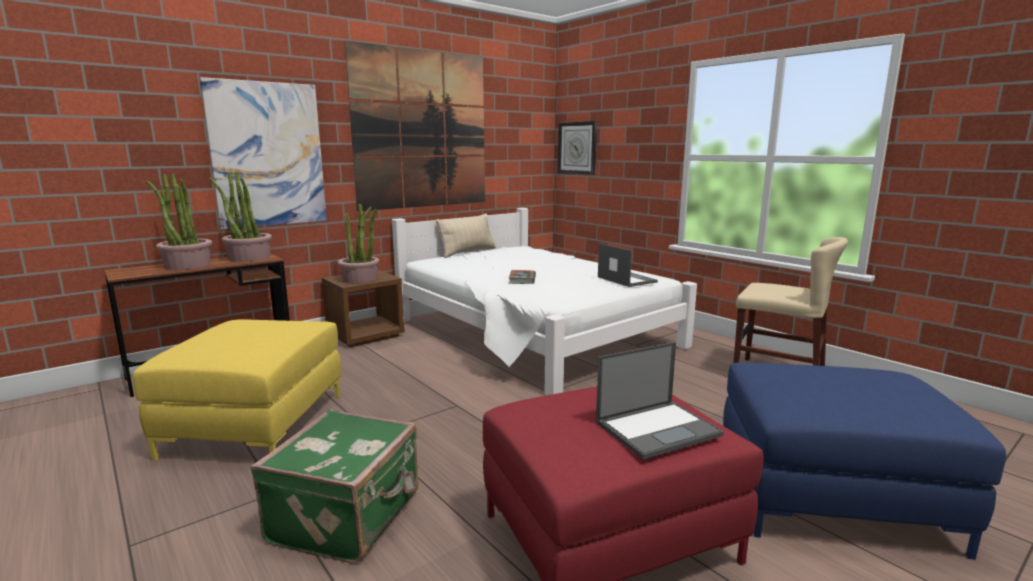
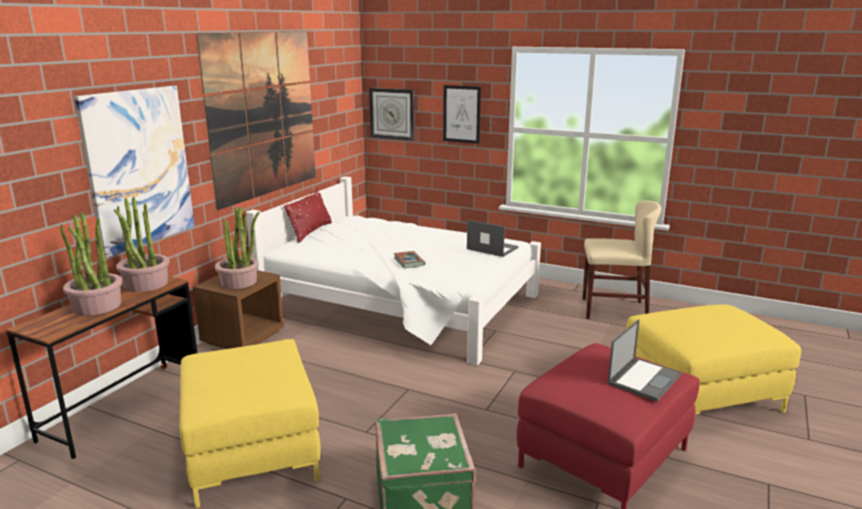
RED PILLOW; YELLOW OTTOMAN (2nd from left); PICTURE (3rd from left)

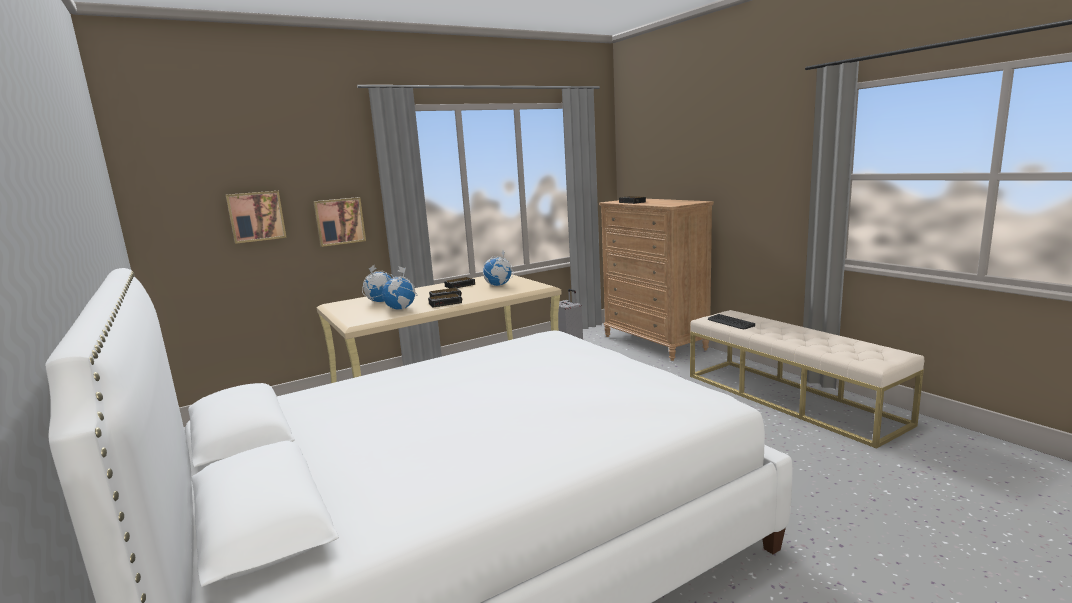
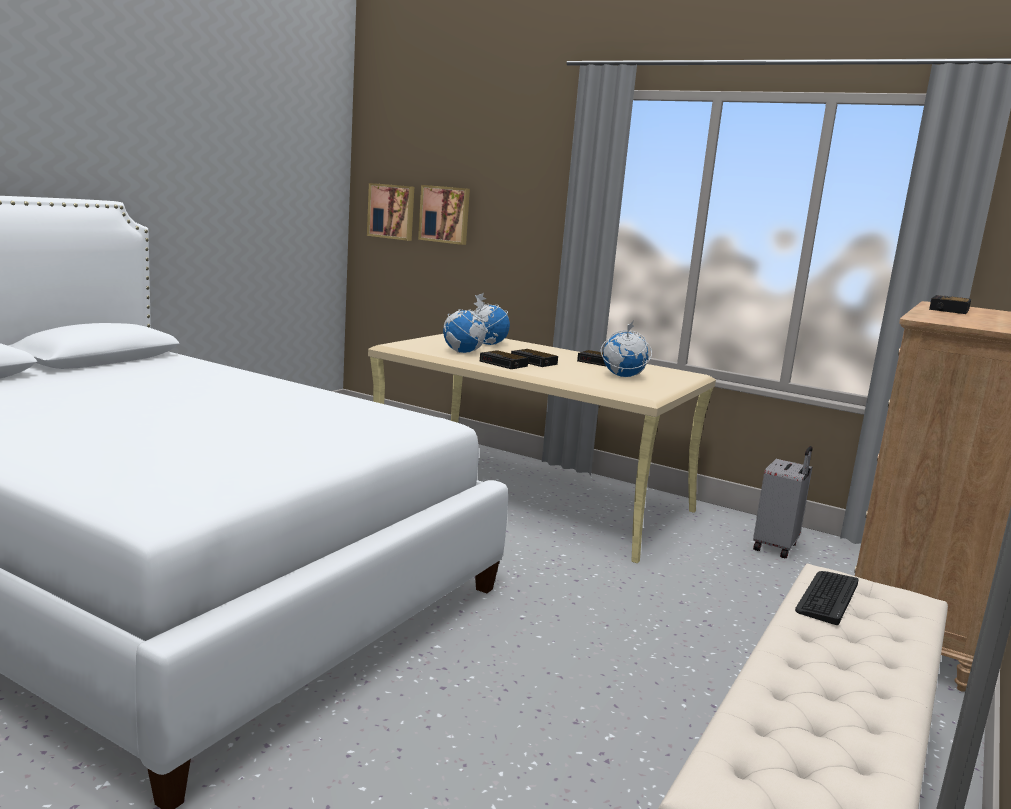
PICTURE (1st from left)

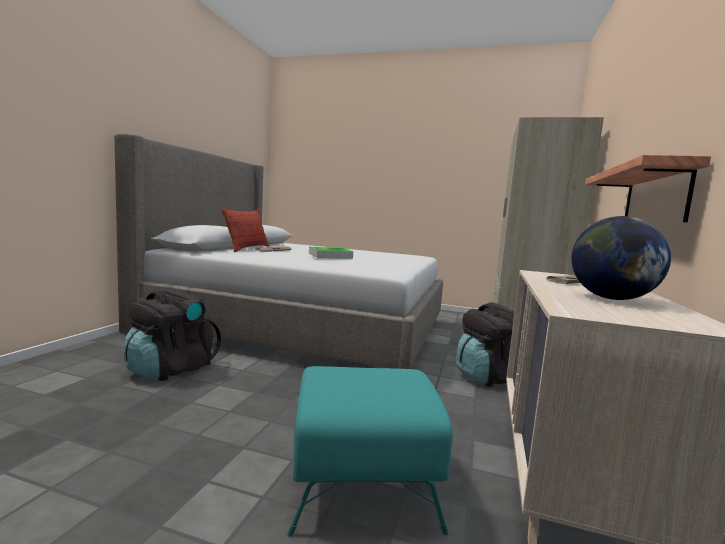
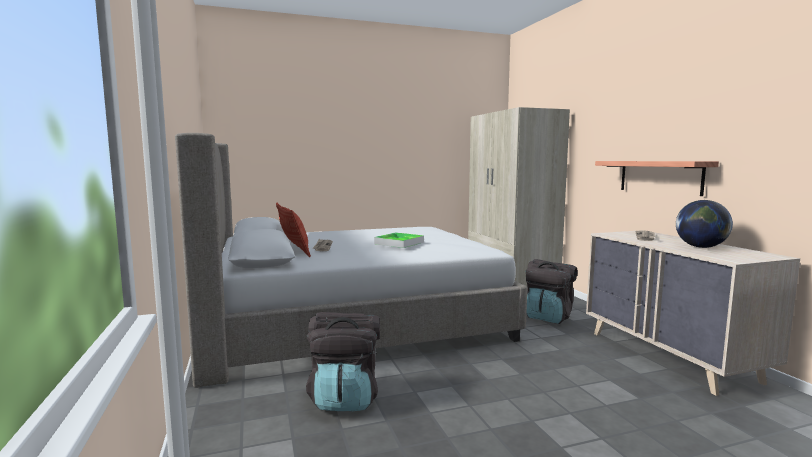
TURQUOISE OTTOMAN

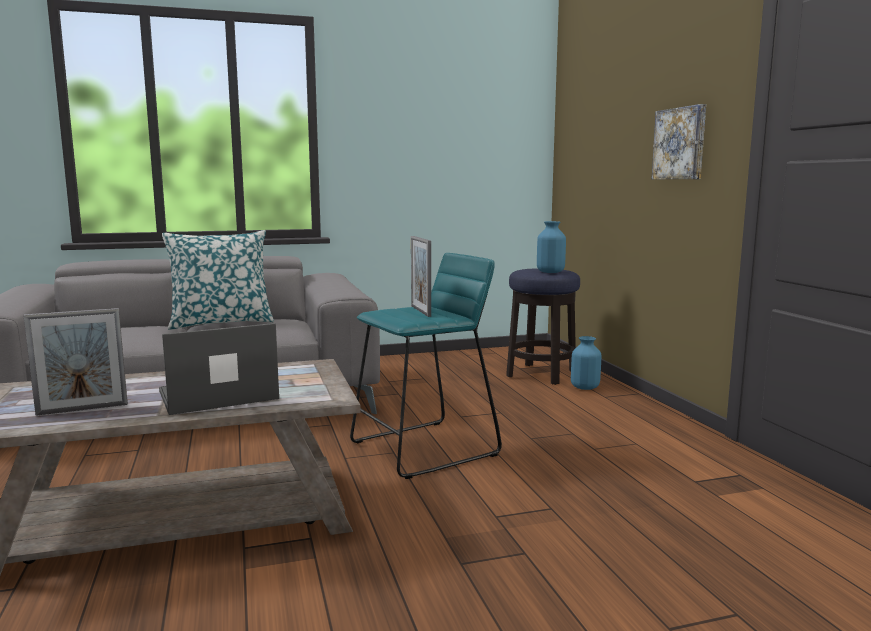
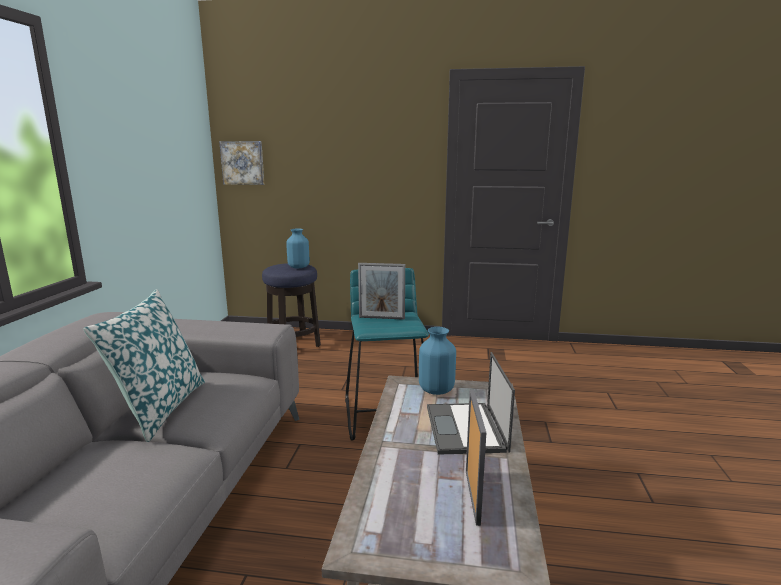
PICTURE; BLUE VASE (2nd from left)

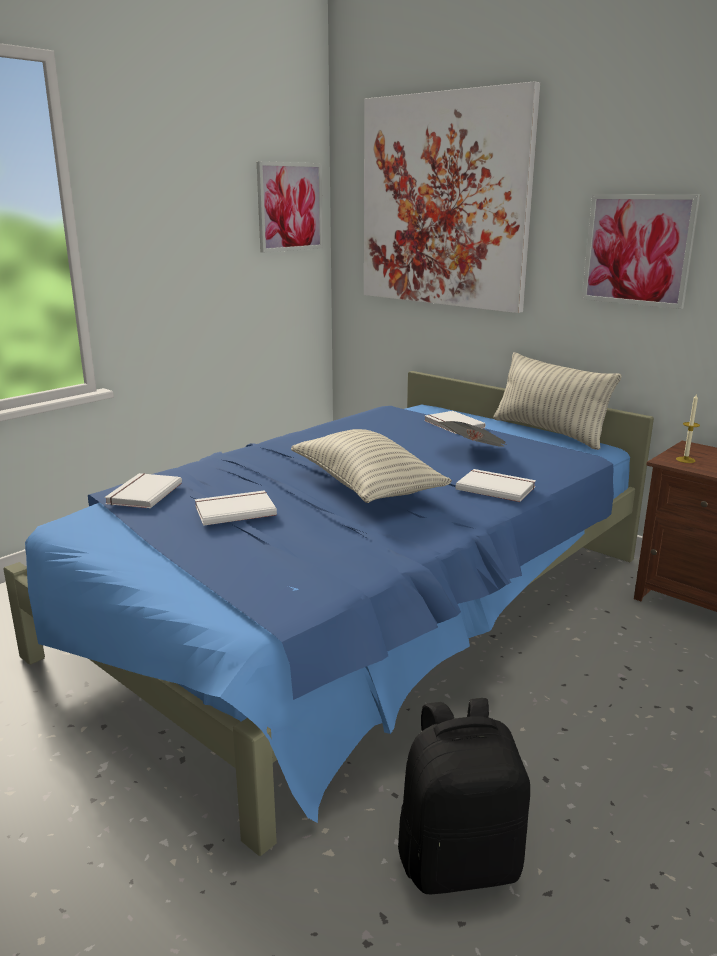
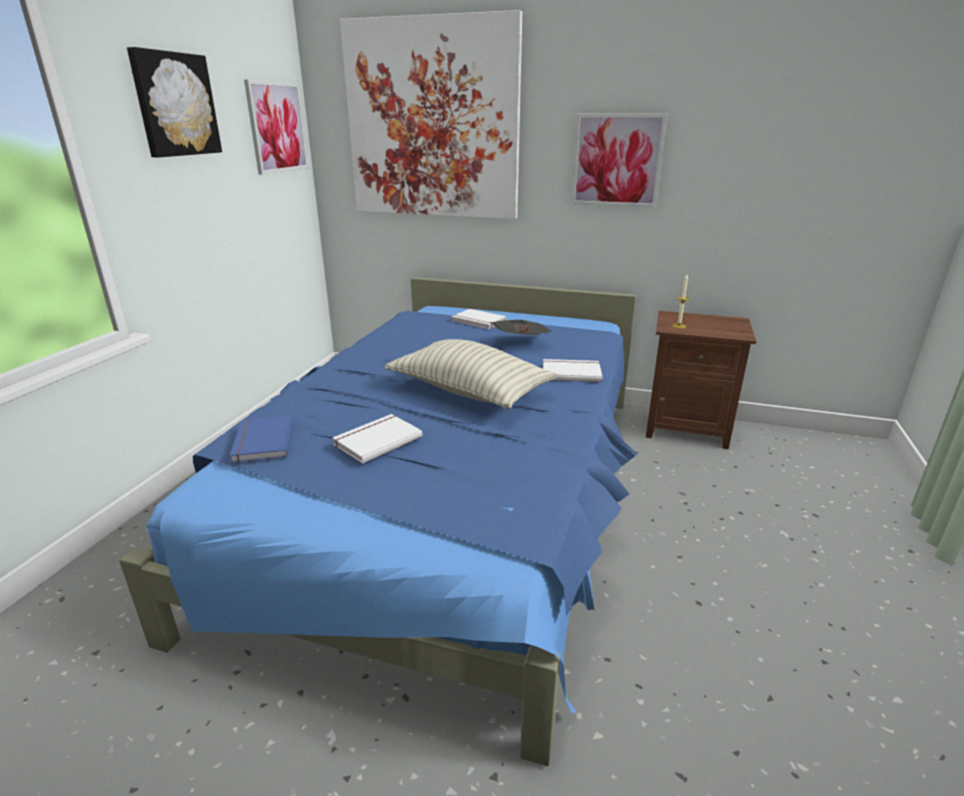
PILLOW (2nd from left in the first image); BLUE BOOK; BLACK BACKPACK; PICTURE (1st from left)

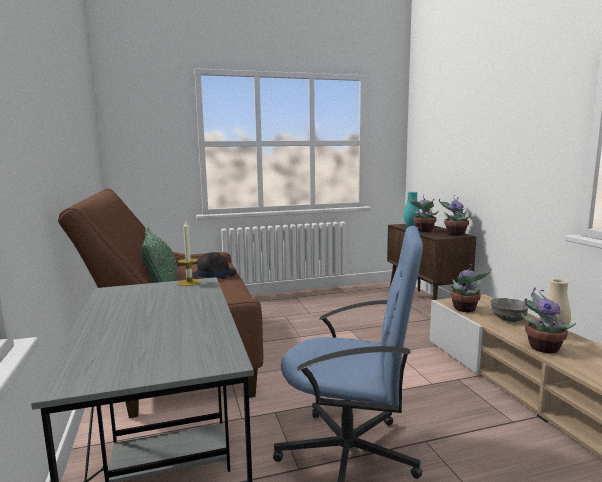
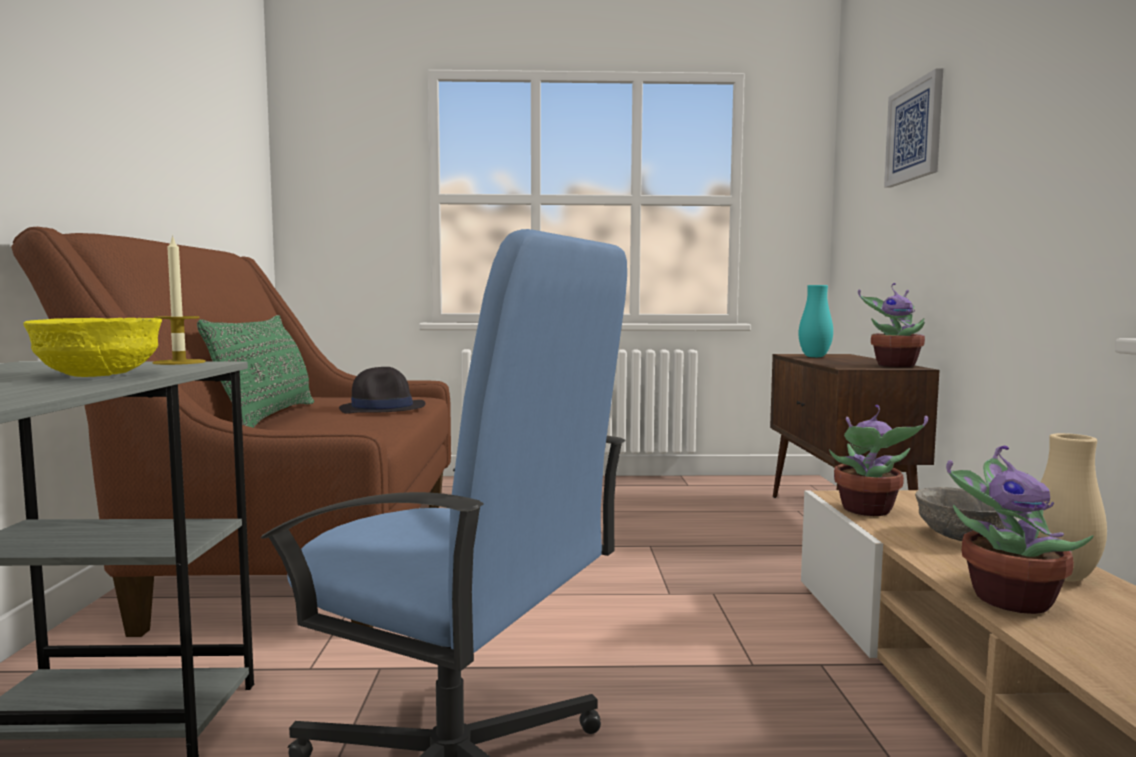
POTTED PLANT (1st from left in the first image); PICTURE; YELLOW BOWL

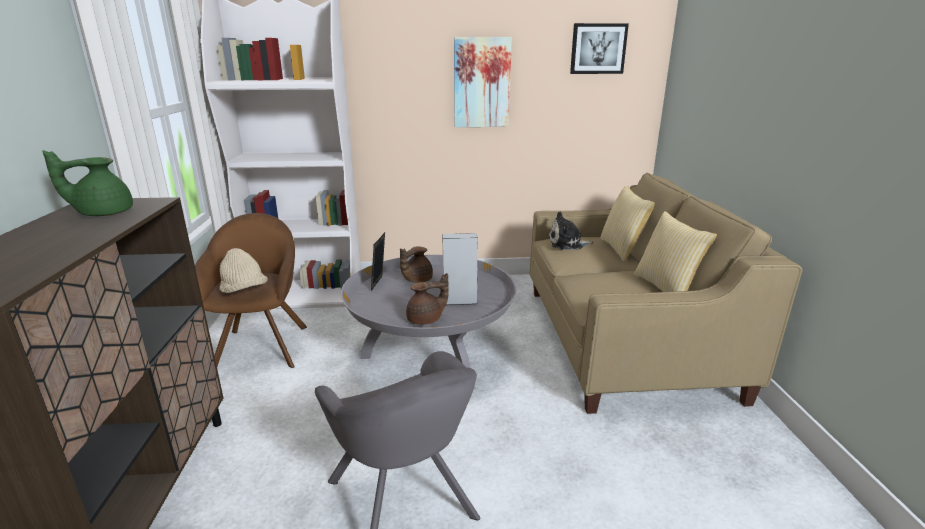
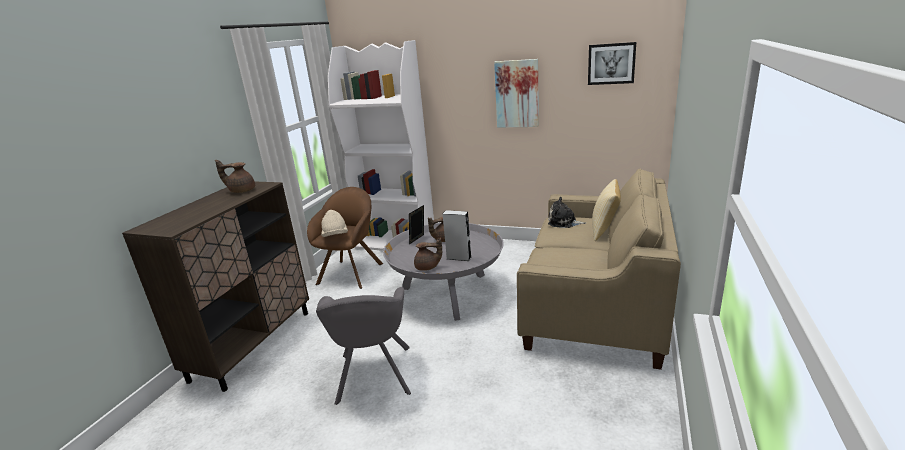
BROWN TEAPOT (1st from left); PILLOW (2nd from left in the first image)

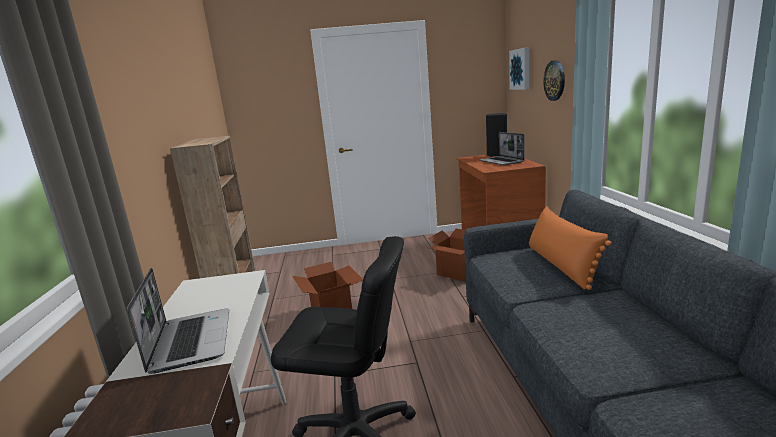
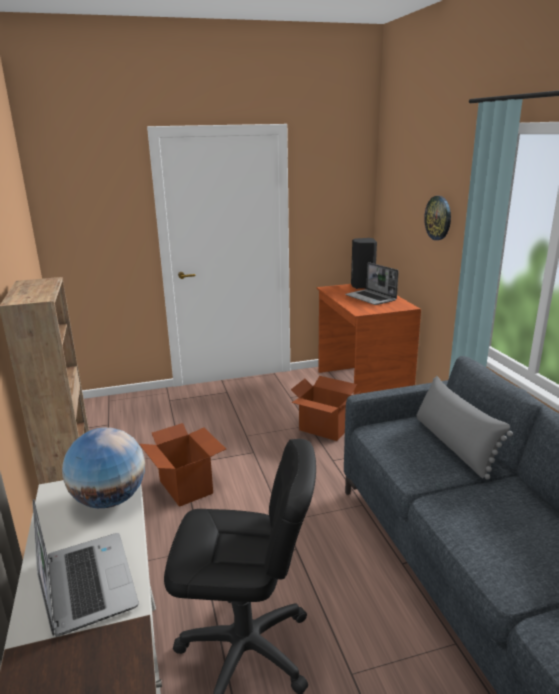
PICTURE; GREY PILLOW; GLOBE

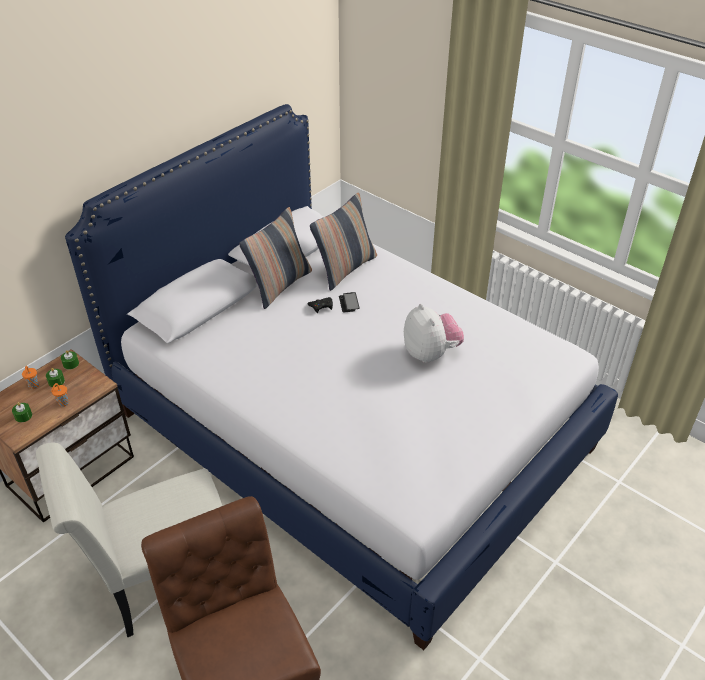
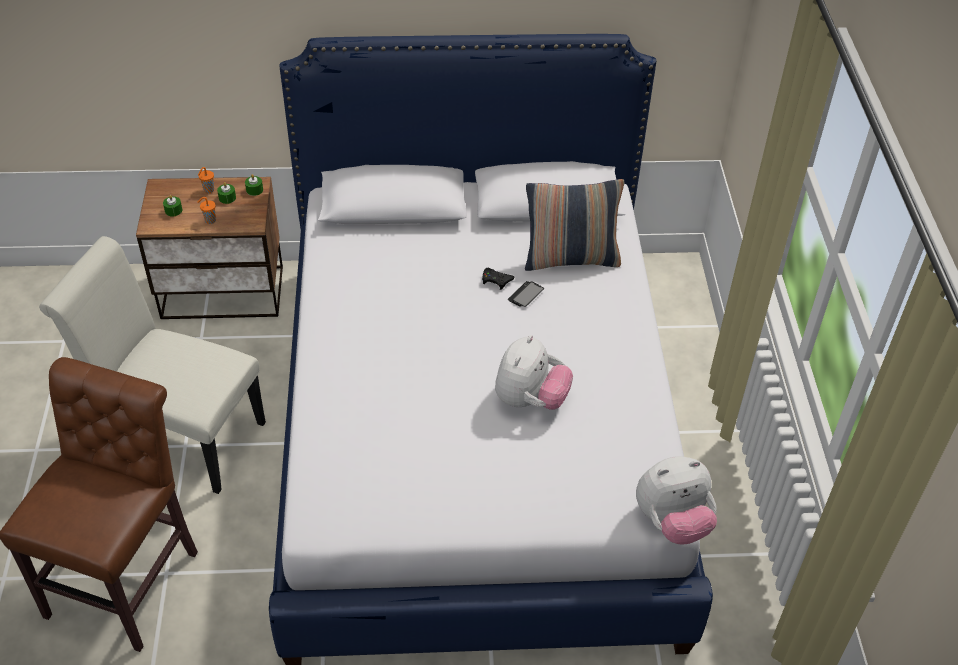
PILLOW (1st from left in the first image); PLUSH TOY (2nd from left)

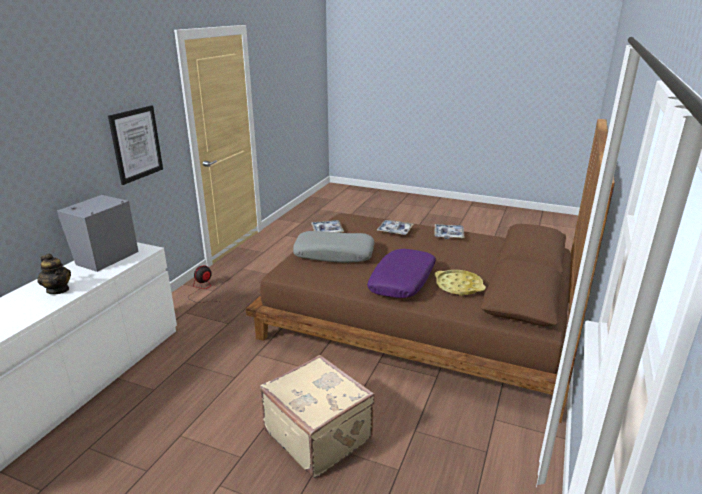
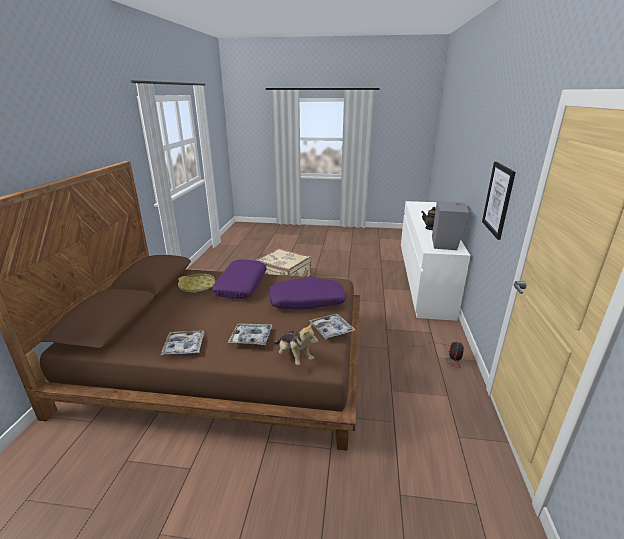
PURPLE PILLOW (2nd from left); PLUSH TOY

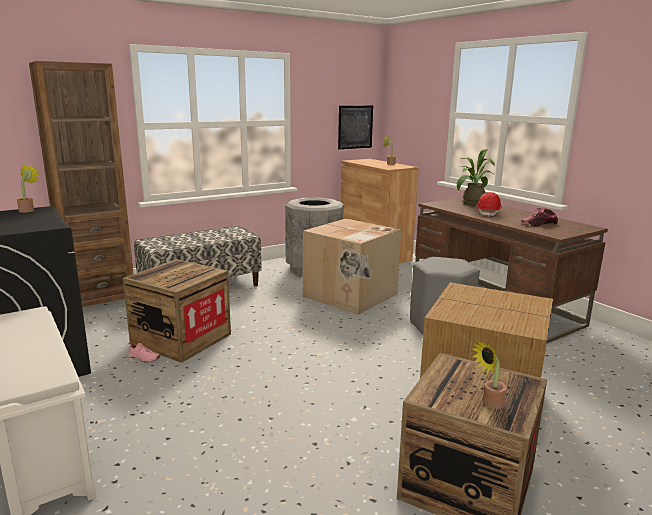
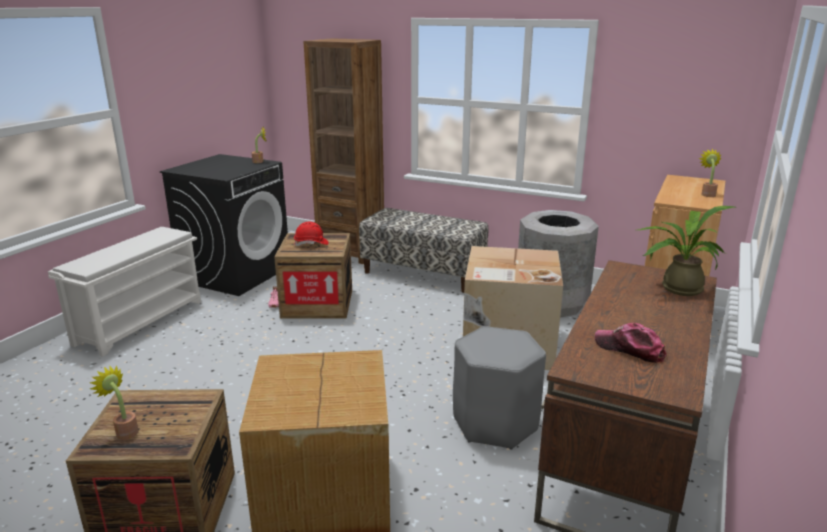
PICTURE; RED HARD HAT

